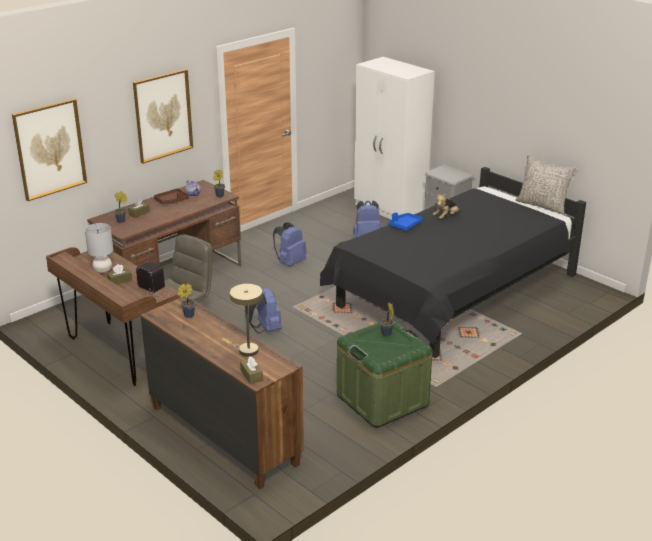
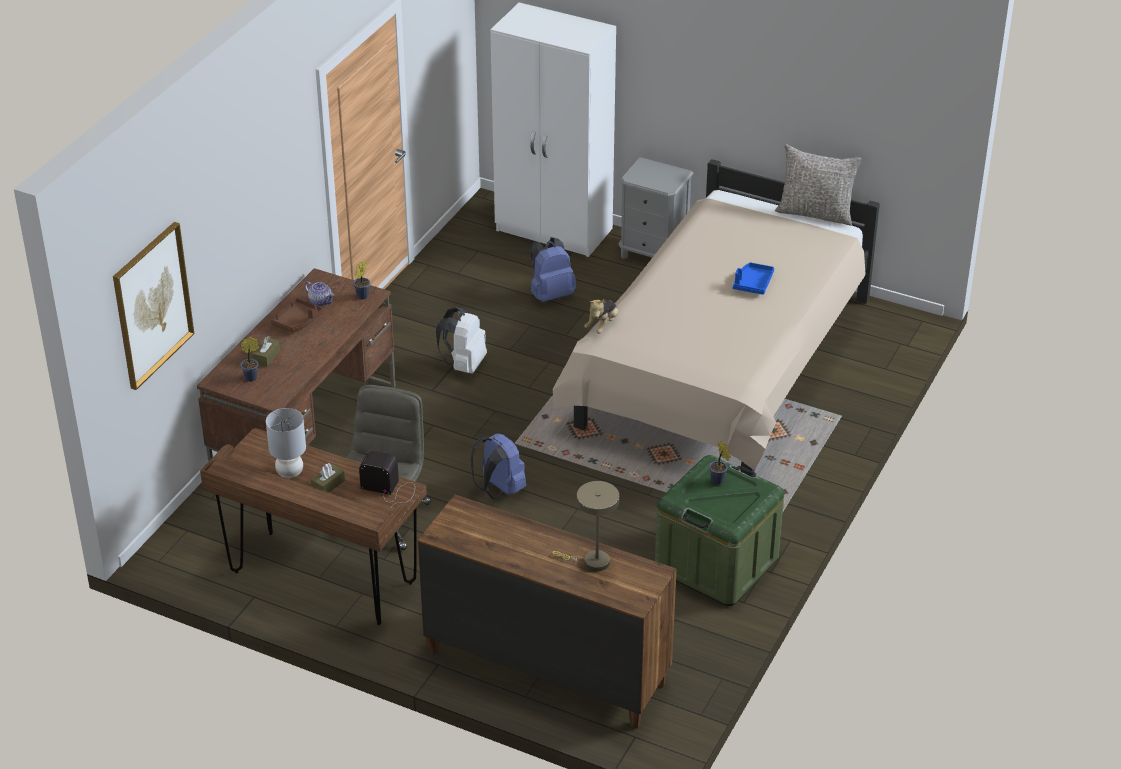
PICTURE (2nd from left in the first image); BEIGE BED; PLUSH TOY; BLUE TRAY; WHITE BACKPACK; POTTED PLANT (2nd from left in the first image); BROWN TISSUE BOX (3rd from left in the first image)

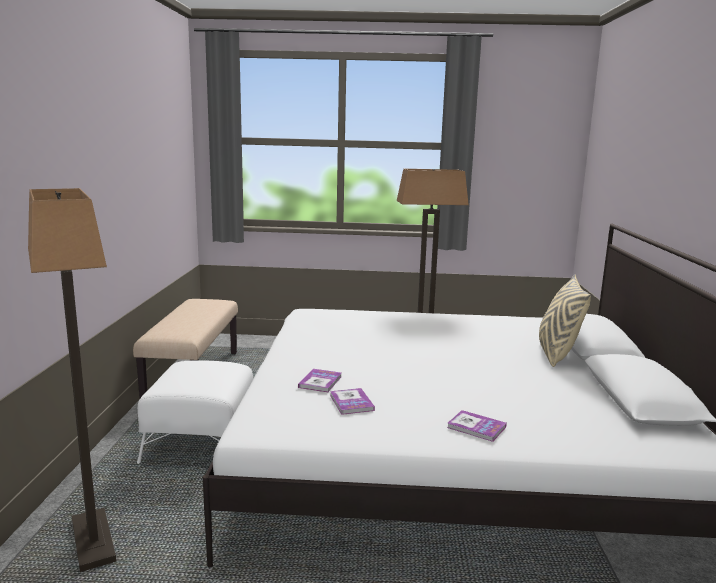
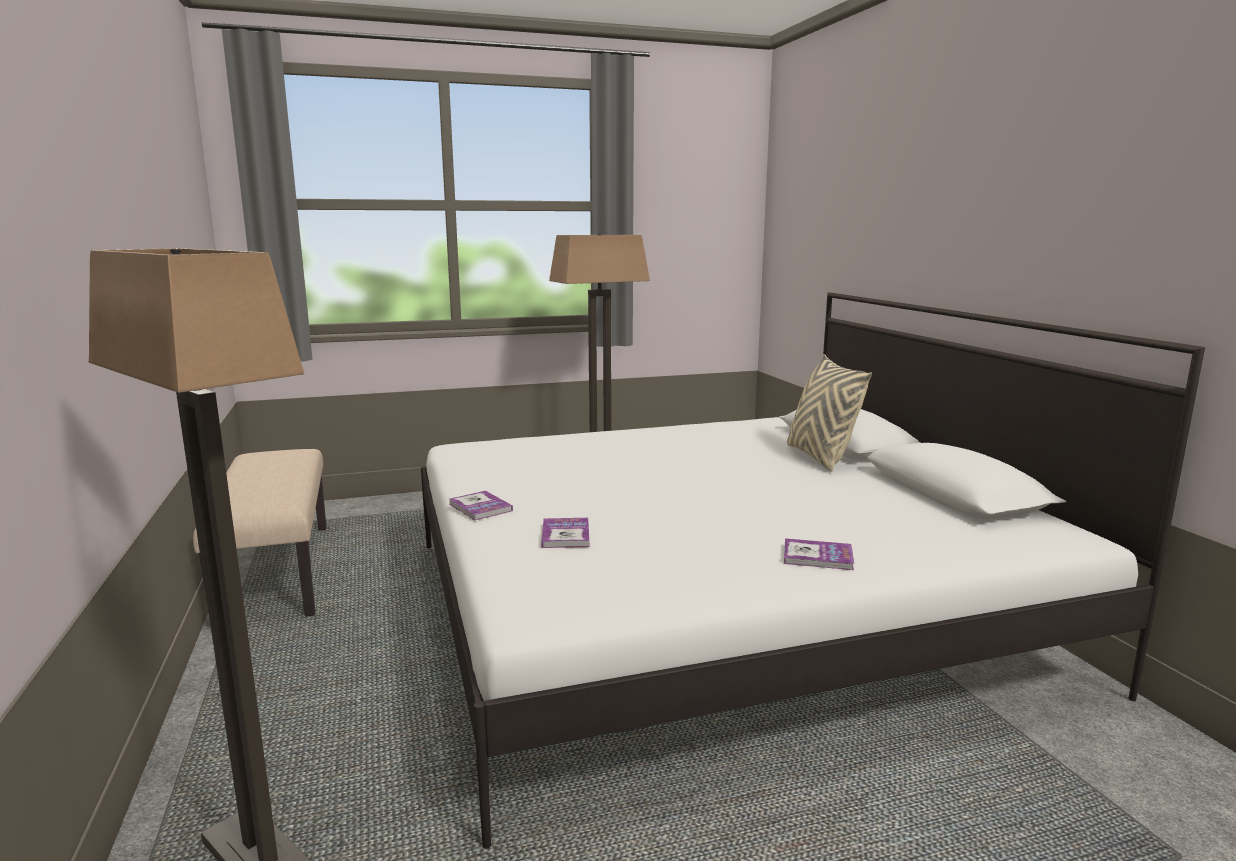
WHITE OTTOMAN; BOOK (1st from left)

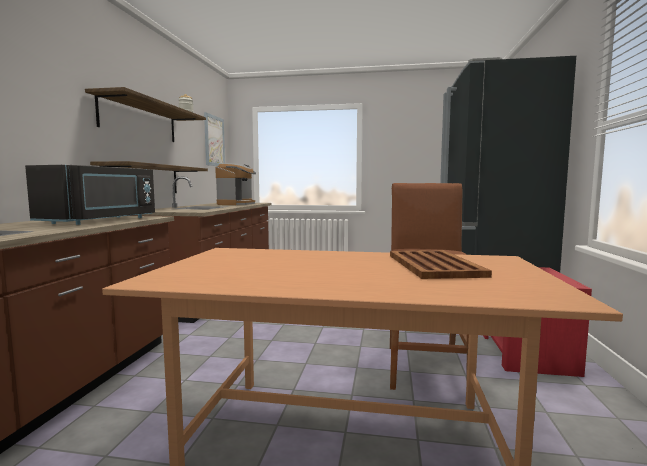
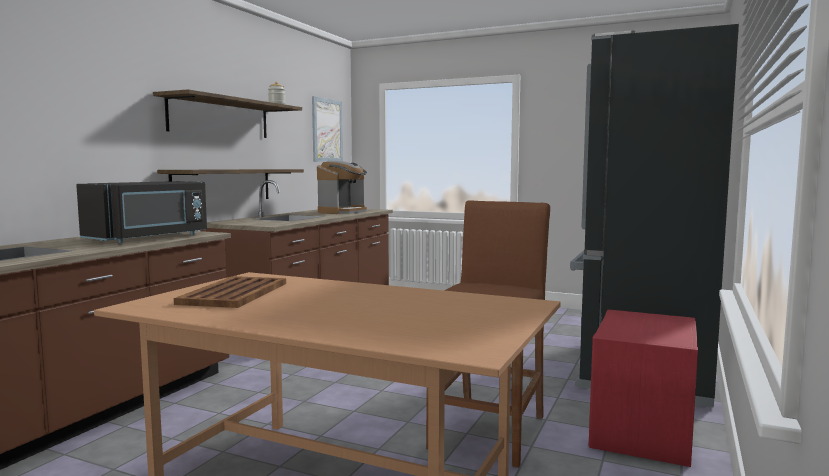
BROWN TRAY

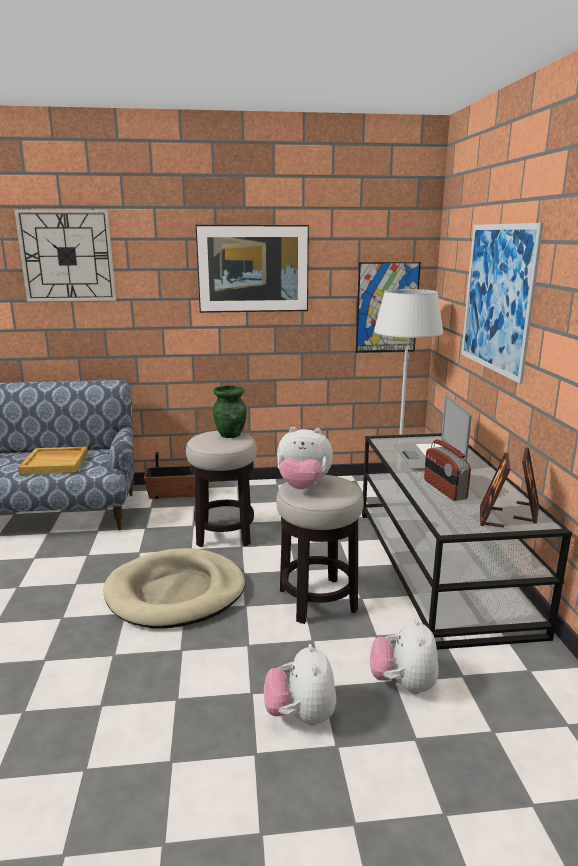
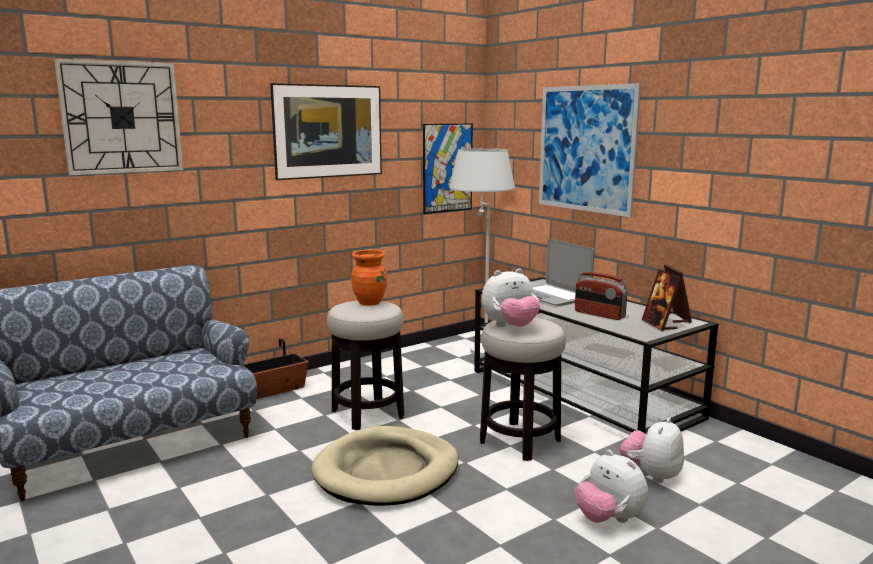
ORANGE VASE; BEIGE TRAY; PLUSH TOY (3rd from left)

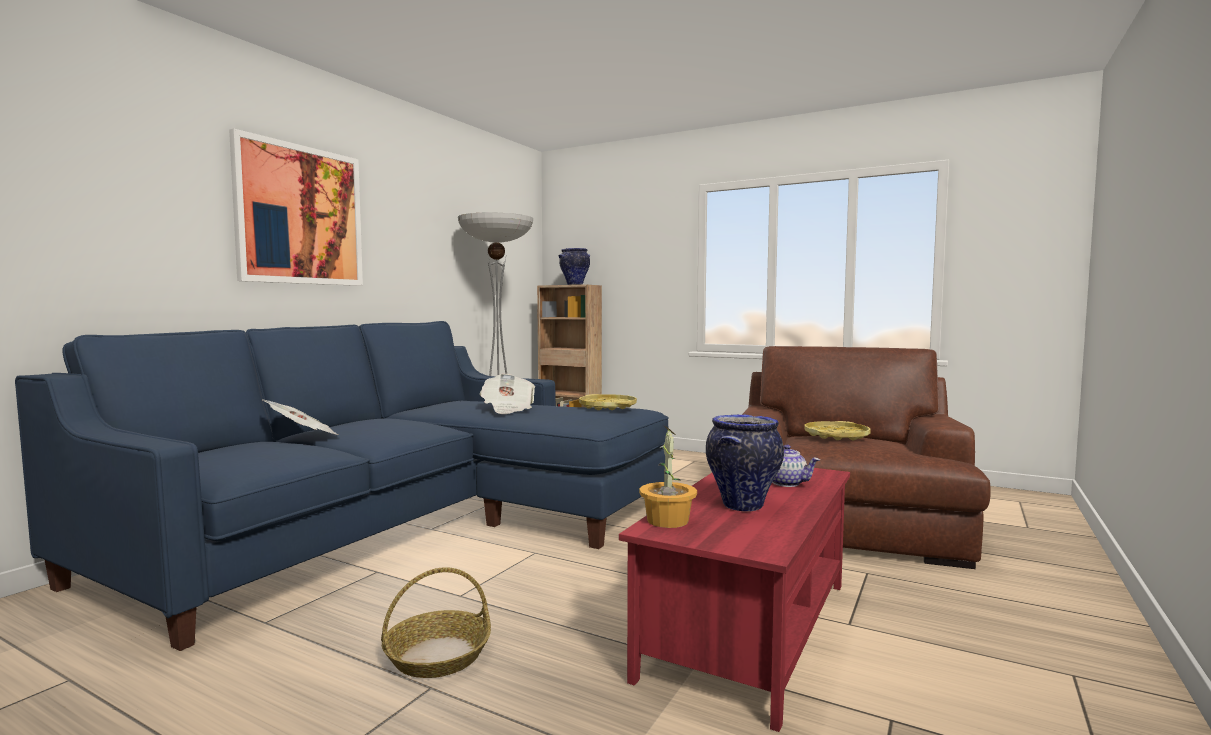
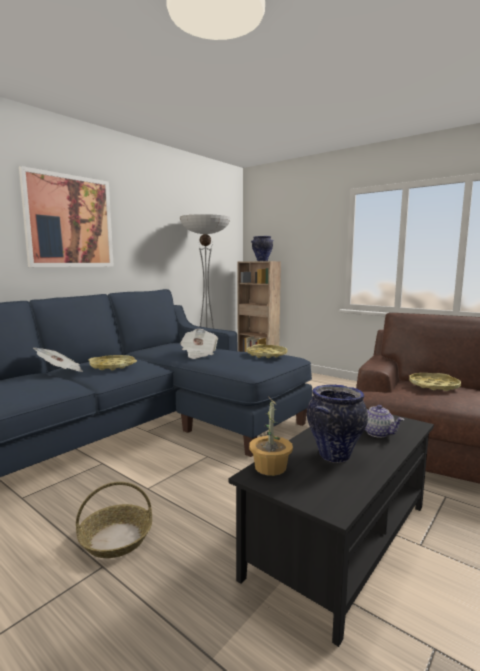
BLACK COFFEE TABLE; YELLOW TRAY (1st from left)

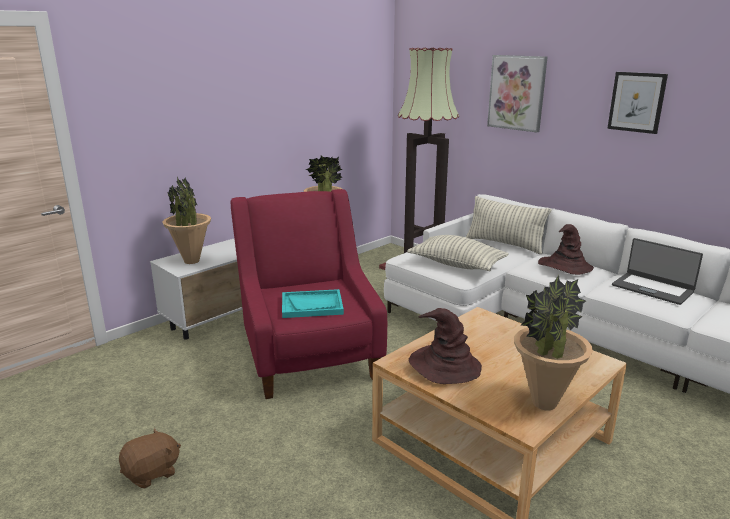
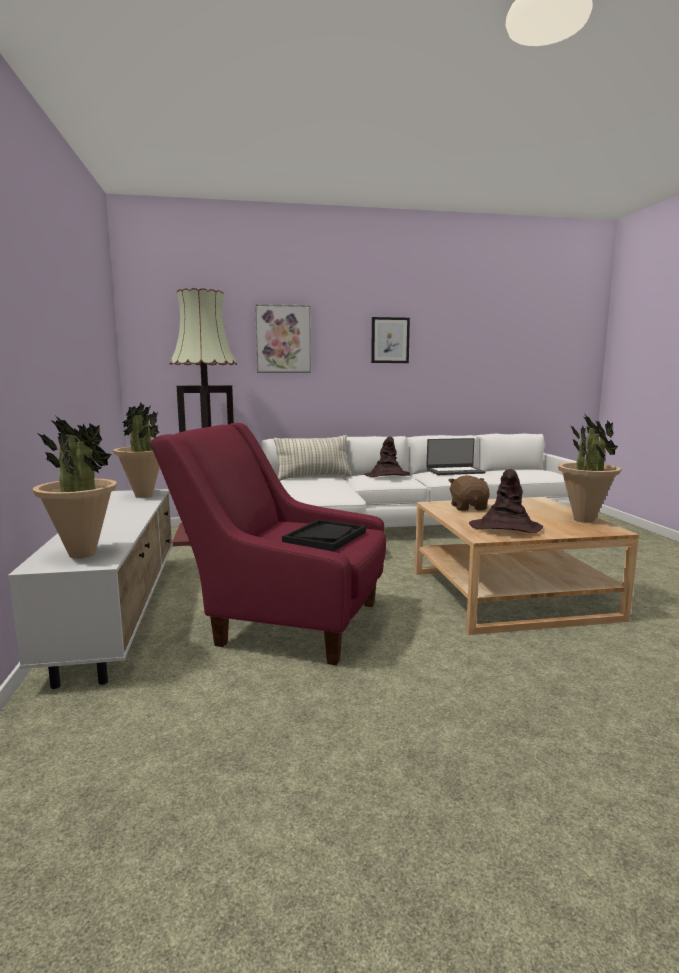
PILLOW (1st from left in the first image); BLACK TRAY; BROWN PLUSH TOY

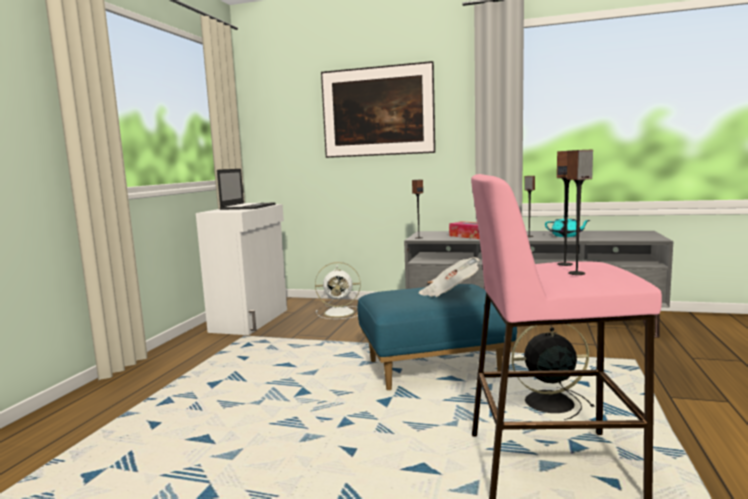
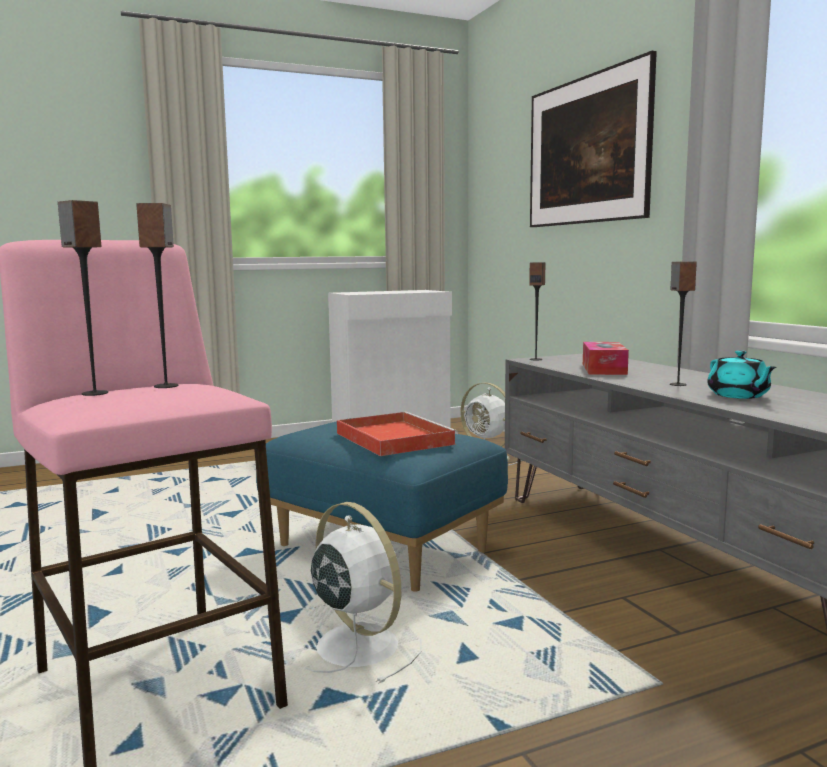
LAPTOP; RED TRAY; WHITE FAN (1st from left)

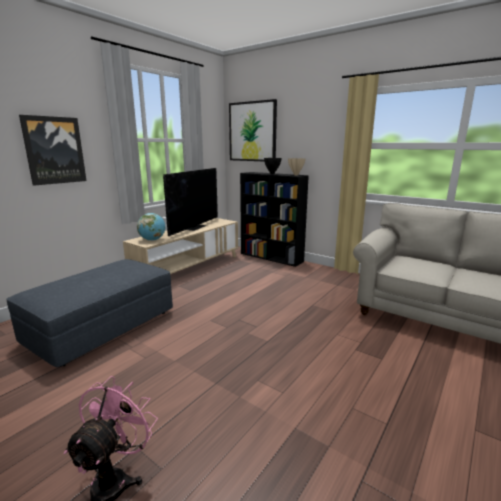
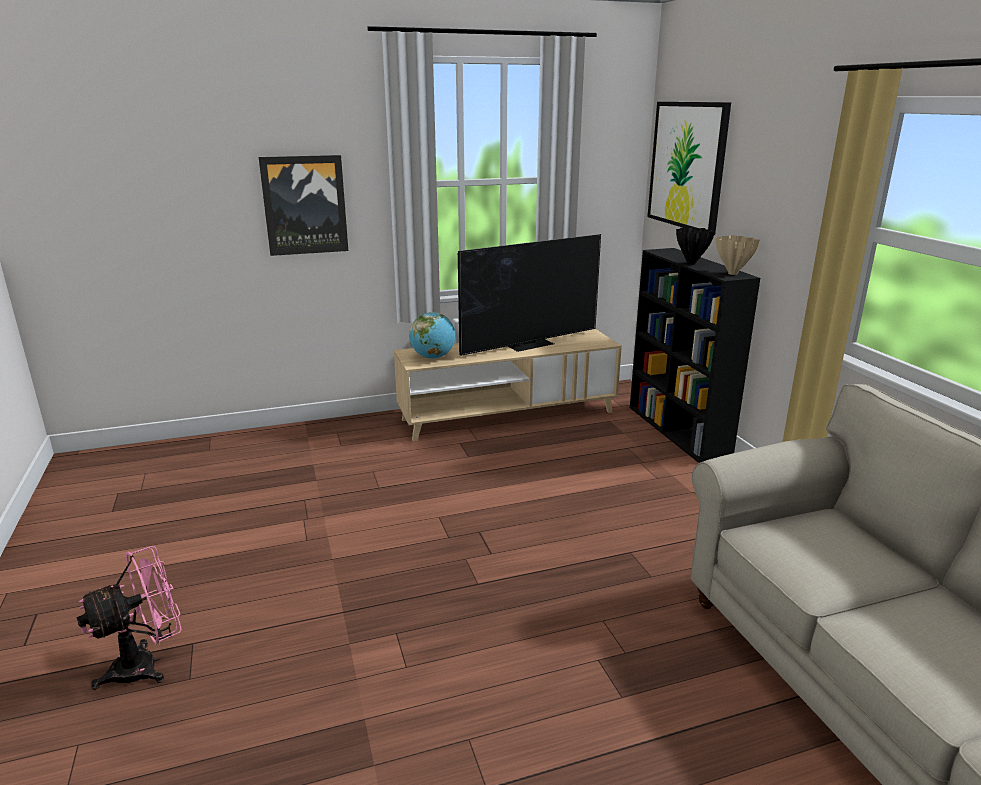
GREY OTTOMAN

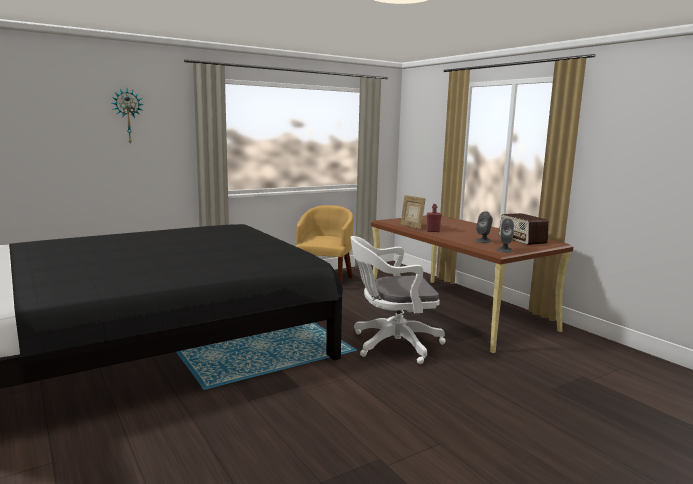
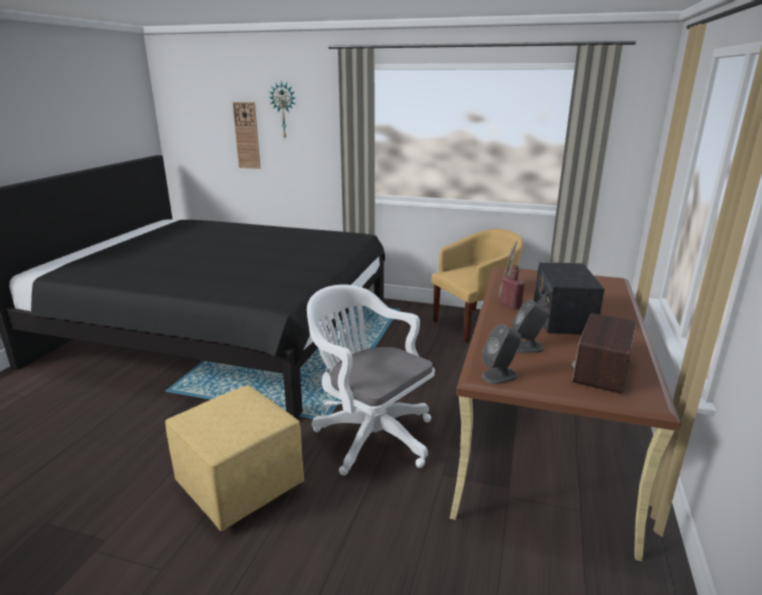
WALL CLOCK (1st from left); RADIO (1st from left); YELLOW OTTOMAN

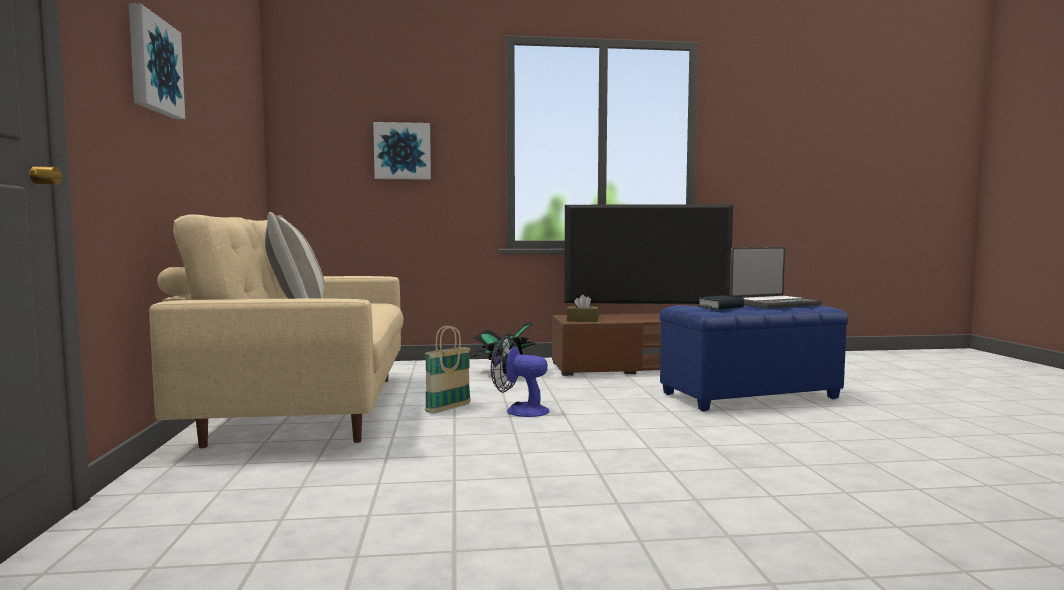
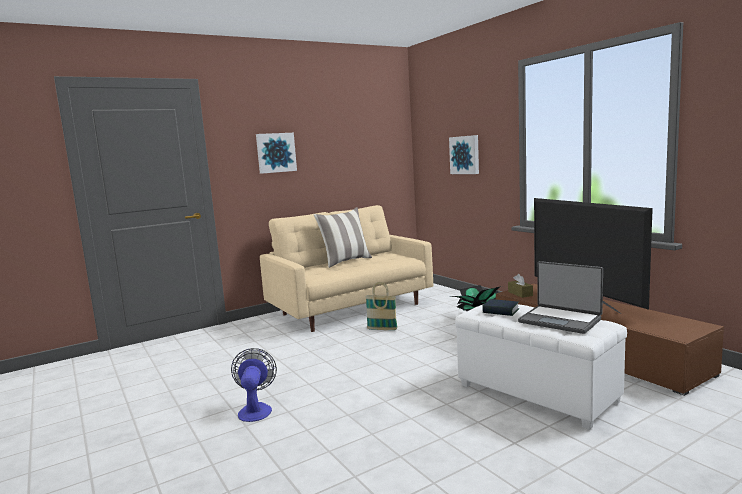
WHITE OTTOMAN; FAN

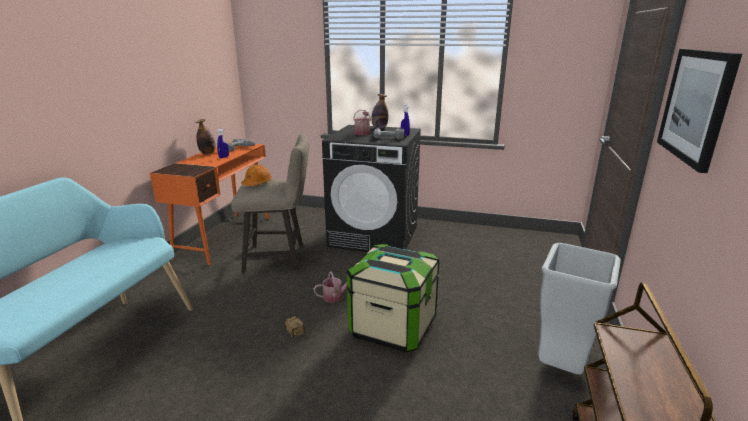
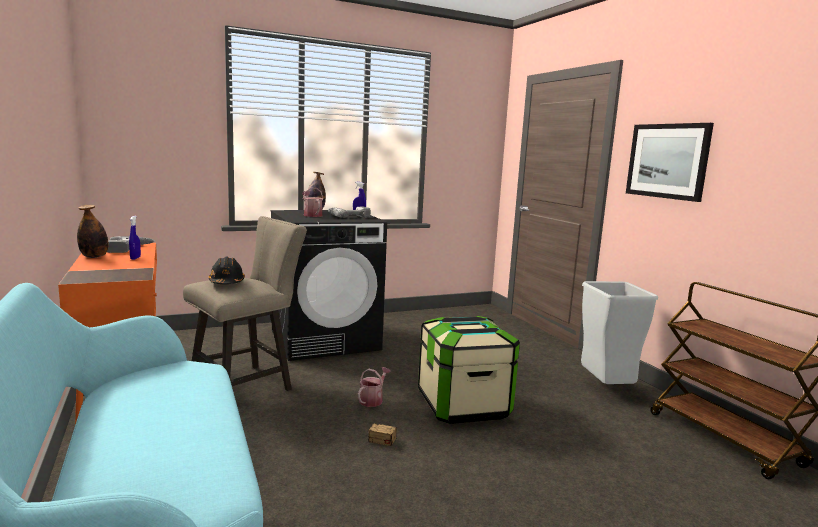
BLACK HARD HAT

